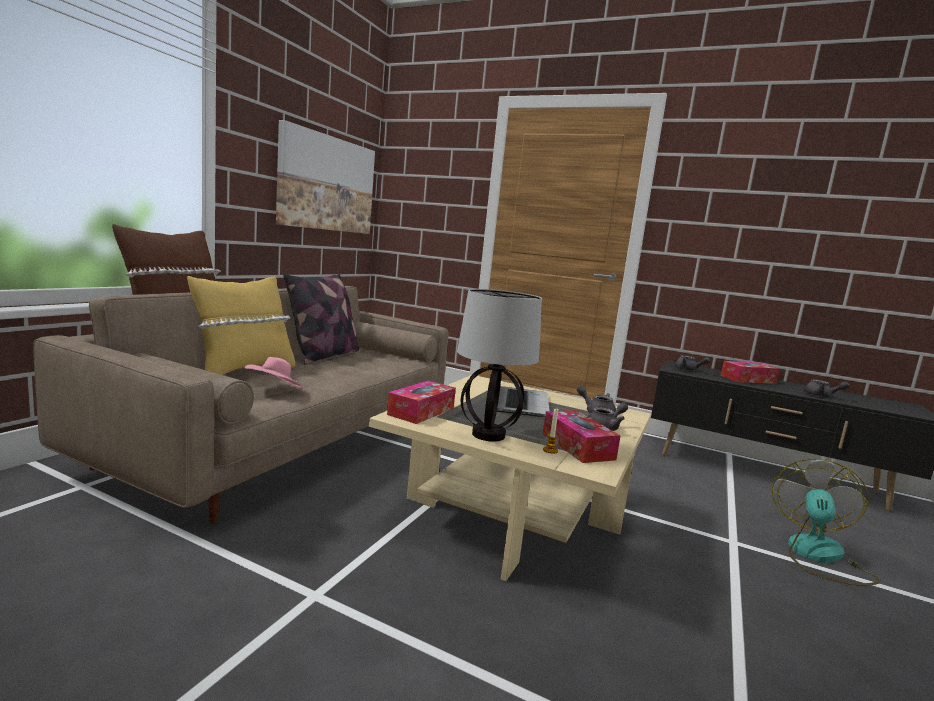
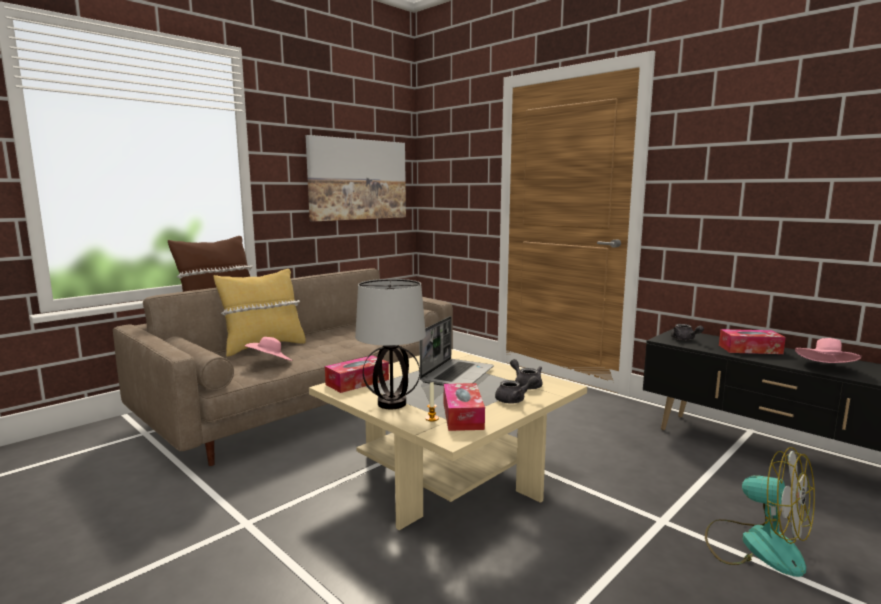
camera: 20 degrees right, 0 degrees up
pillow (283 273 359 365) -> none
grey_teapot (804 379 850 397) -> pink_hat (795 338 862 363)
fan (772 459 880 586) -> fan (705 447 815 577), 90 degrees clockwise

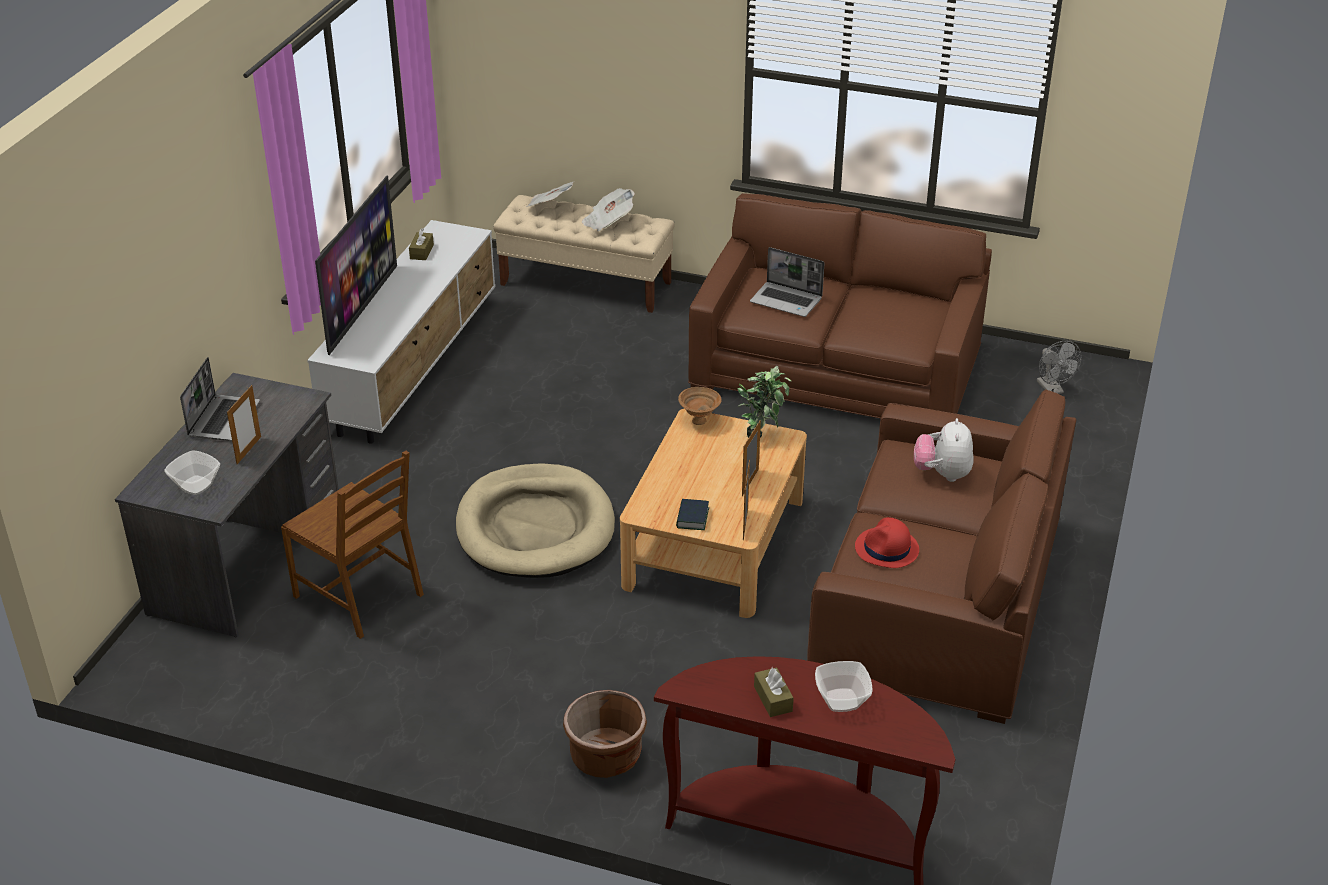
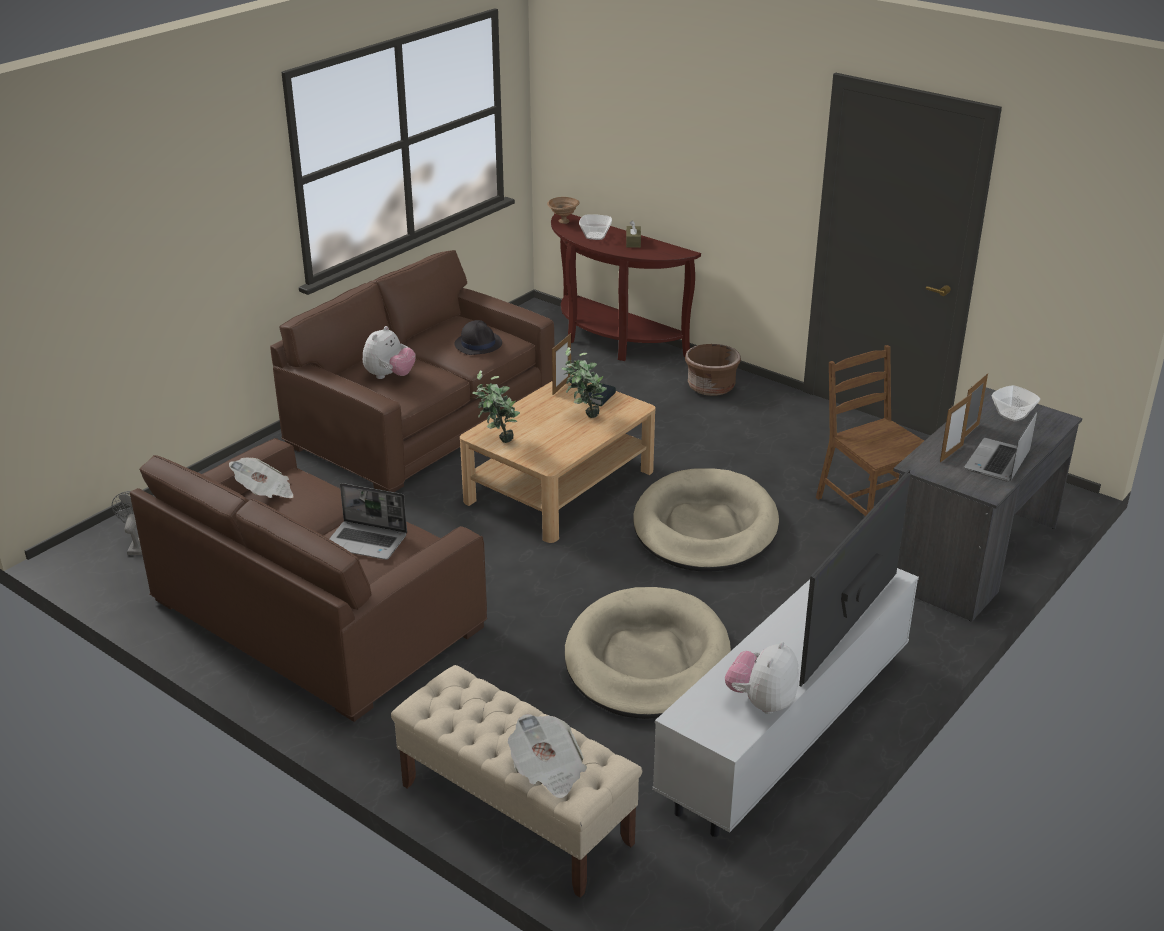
camera: 160 degrees left, 5 degrees down
newspaper (582 188 635 231) -> newspaper (229 458 294 498), relocated
brown_tissue_box (409 228 434 260) -> plush_toy (725 641 798 714)
laptop (750 247 825 317) -> laptop (329 483 407 560), 150 degrees clockwise
brown_bowl (678 387 721 425) -> brown_bowl (547 197 580 224), relocated
picture_frame (742 420 761 496) -> picture_frame (940 393 972 463), relocated
red_hat (855 517 919 568) -> black_hat (454 320 502 355)
none -> potted_plant (561 347 607 418)
none -> beige_dog_bed (565 587 731 719)

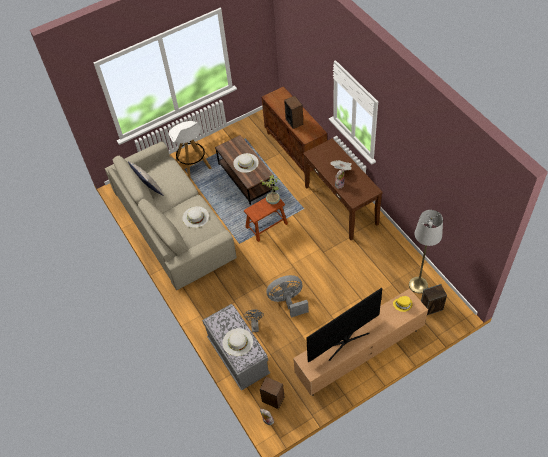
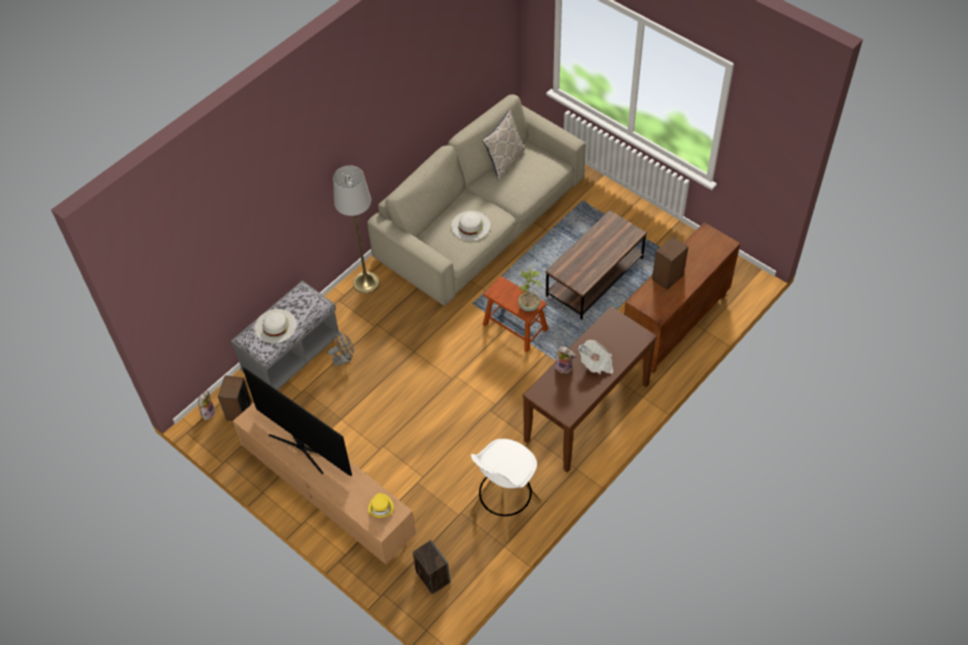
camera: 70 degrees right, 0 degrees up
white_stool (169 121 212 179) -> white_stool (470 439 541 541), relocated
white_hat (233 153 259 173) -> none
grey_floor_lamp (409 210 443 293) -> grey_floor_lamp (333 166 380 293), relocated
grey_fan (266 275 309 318) -> none

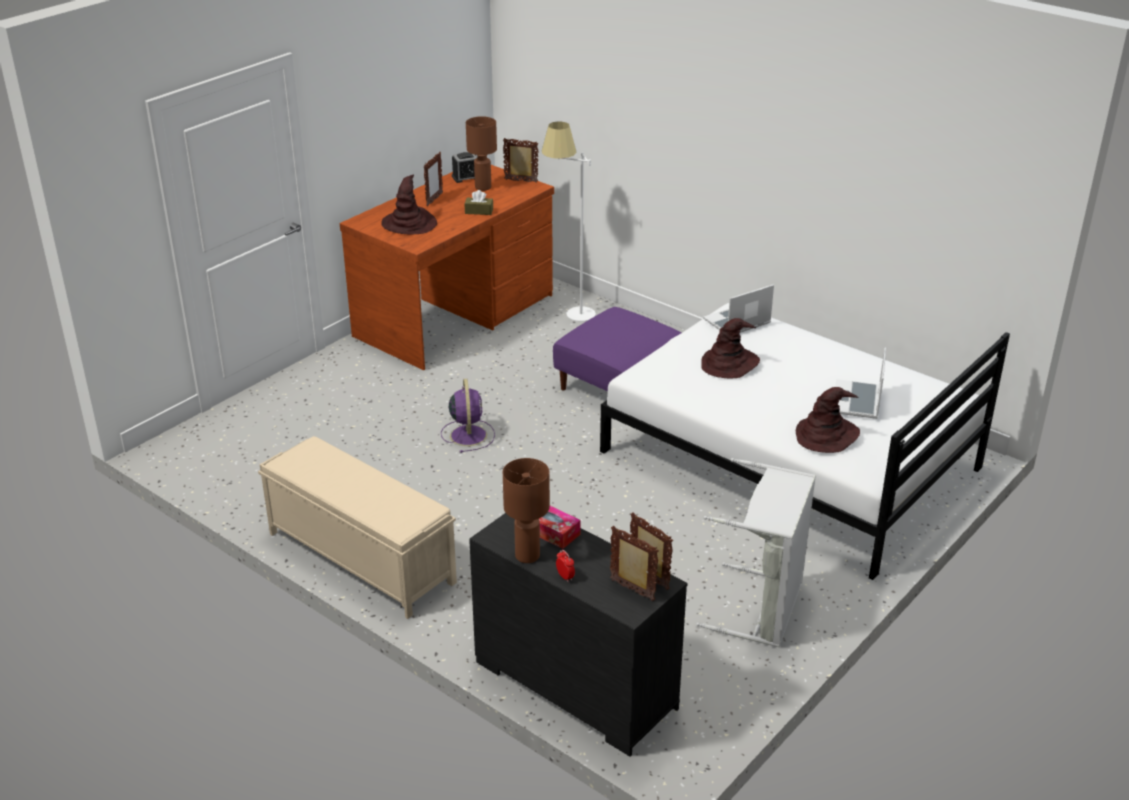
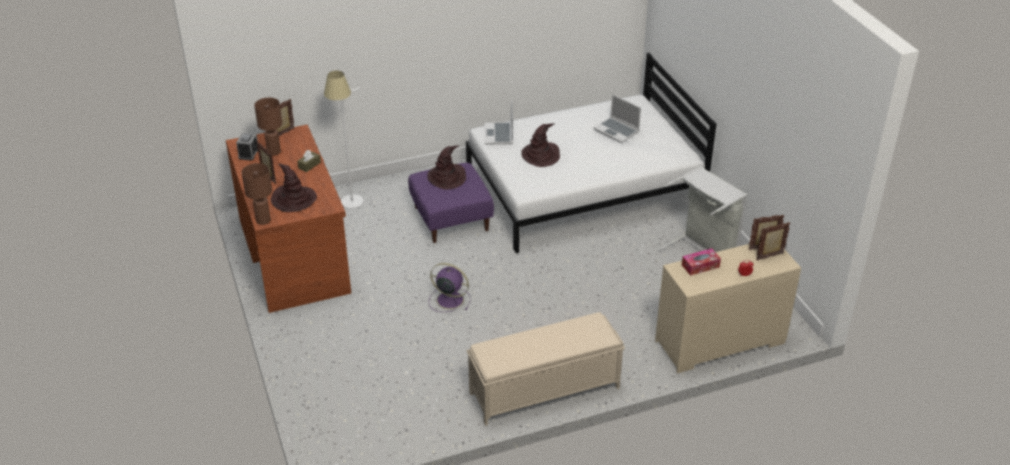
camera: 60 degrees left, 5 degrees up
brown_hat (796 387 860 453) -> brown_hat (428 145 466 190), relocated
brown_table_lamp (503 458 550 563) -> brown_table_lamp (242 163 272 225), relocated
black_dresser (469 513 688 757) -> beige_dresser (655 244 801 373)

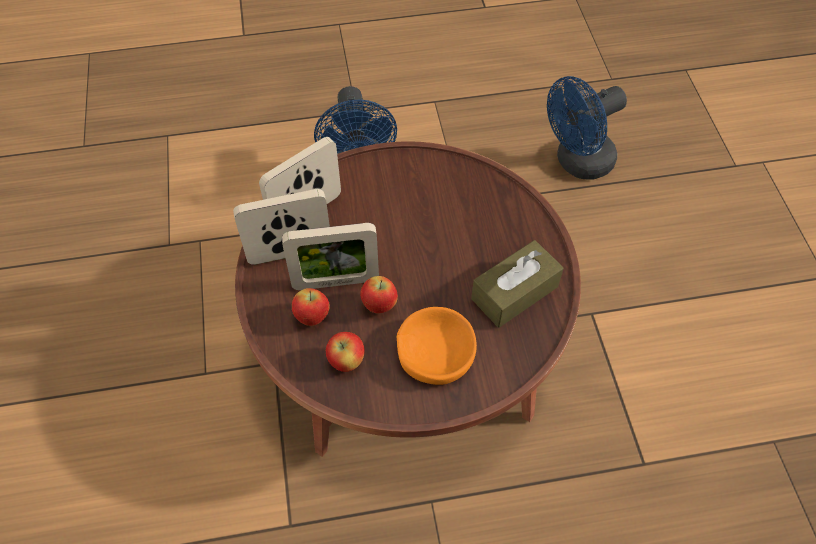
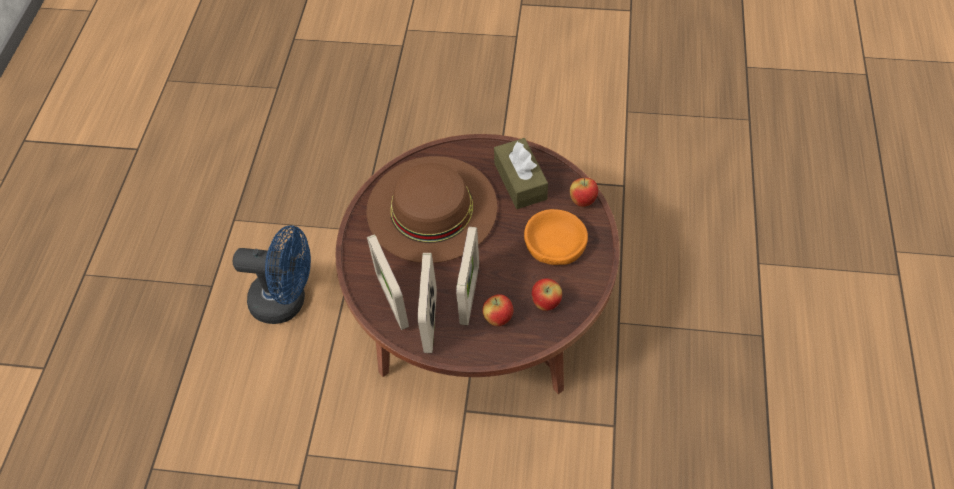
camera: 70 degrees left, 0 degrees up
blue_fan (547 76 627 179) -> none
apple (360 276 398 313) -> apple (570 178 598 207), relocated
none -> brown_hat (366 156 497 263)

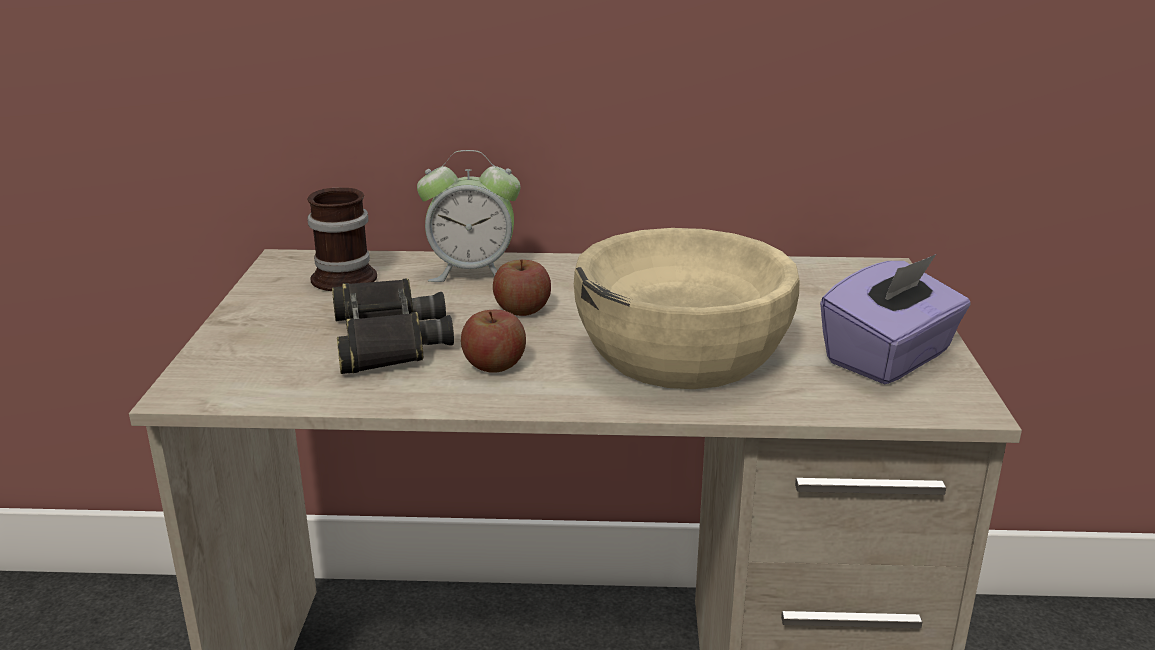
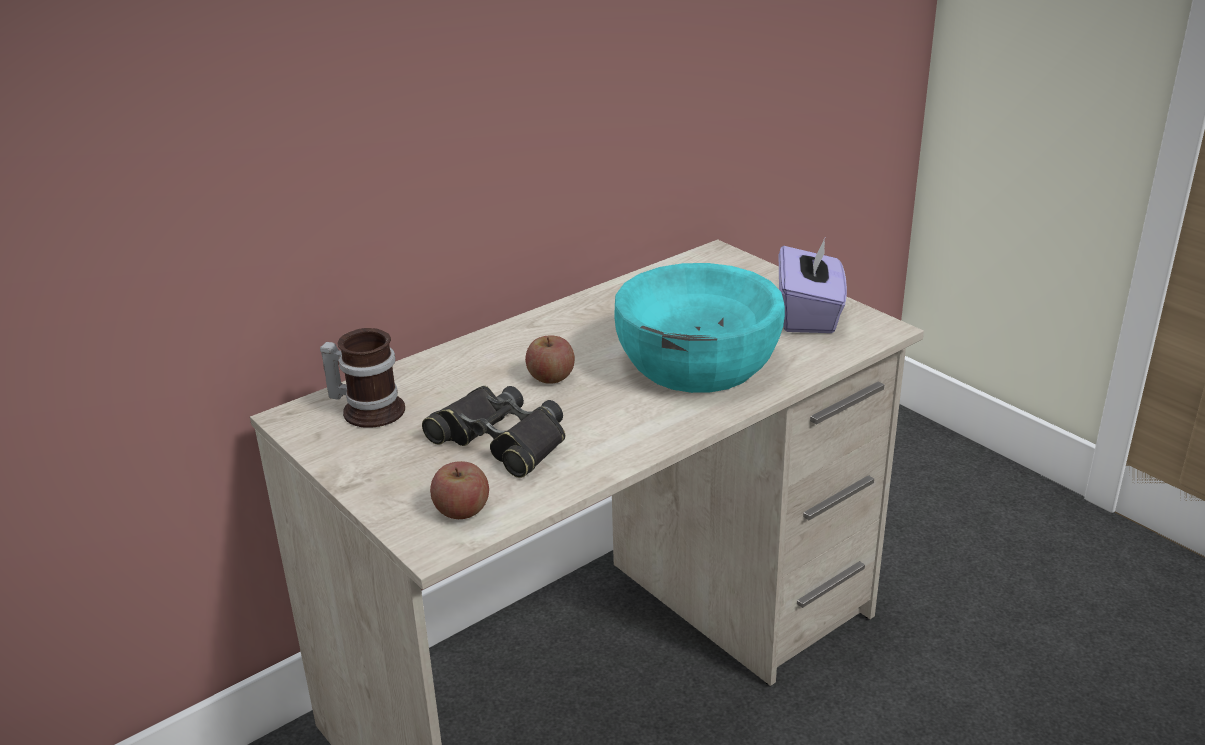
camera: 40 degrees left, 5 degrees up
alarm_clock (417 150 520 282) -> none
beige_bowl (574 228 799 389) -> turquoise_bowl (614 263 785 393)
apple (461 310 526 373) -> apple (430 461 489 519), relocated

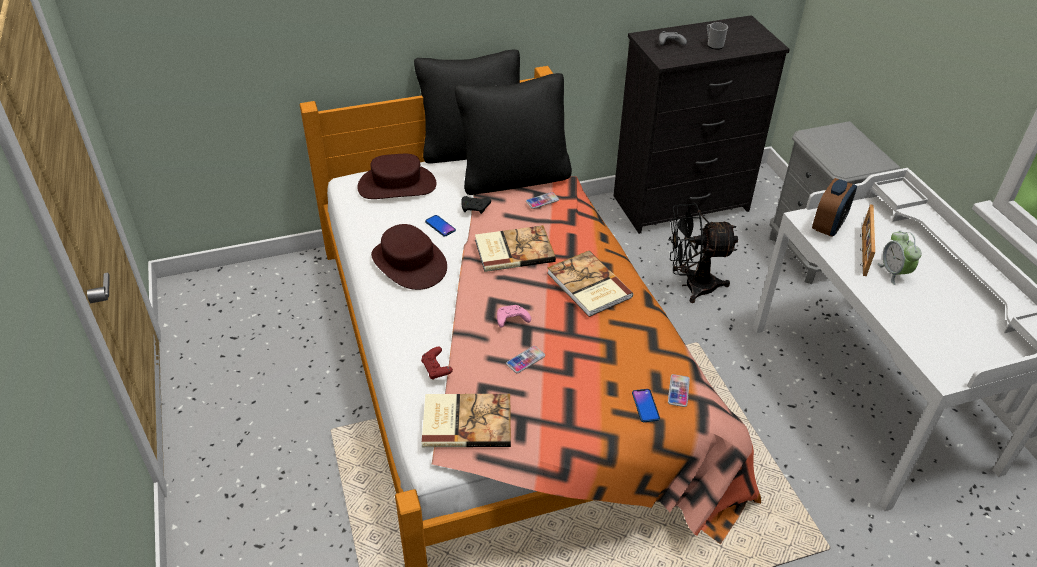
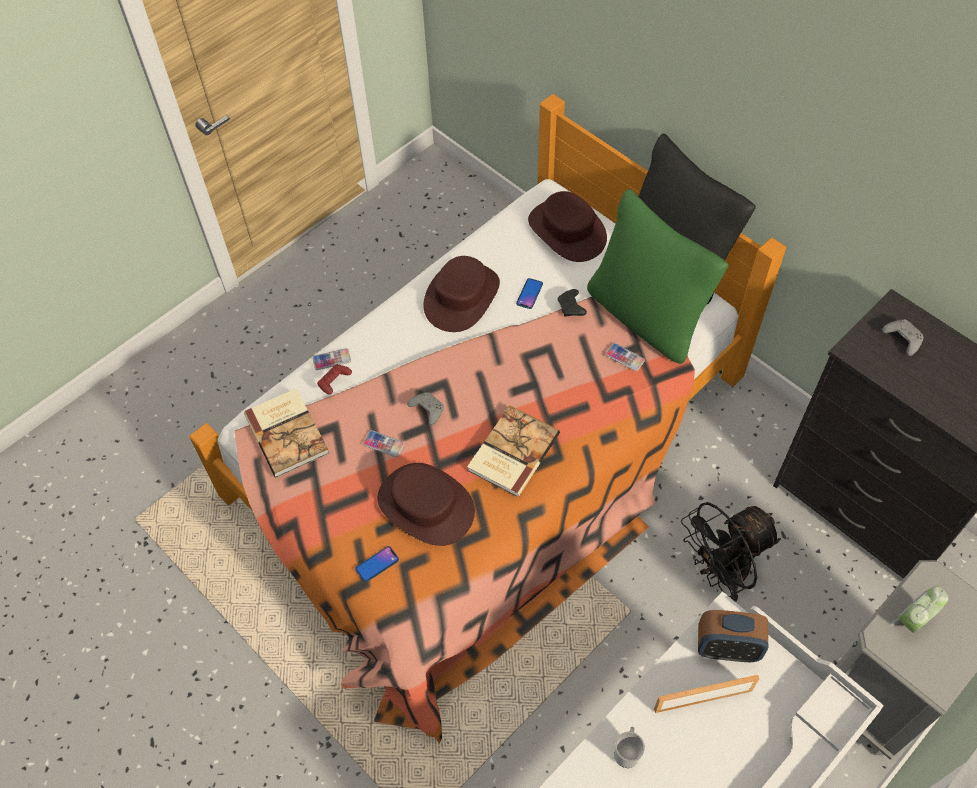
camera: 65 degrees right, 15 degrees up
mug (707 22 728 50) -> mug (614 727 645 768), relocated
black_pillow (455 73 572 195) -> green_pillow (587 189 729 364)
black_fan (669 202 738 303) -> black_fan (681 502 781 602), 90 degrees counterclockwise
book (475 225 556 272) -> none
alarm_clock (878 230 922 285) -> alarm_clock (891 586 948 633), relocated
pink_game_controller (497 305 531 328) -> grey_game_controller (407 392 444 426)
phone (668 374 690 407) -> phone (312 348 351 370), relocated
none -> brown_hat (377 463 475 546)

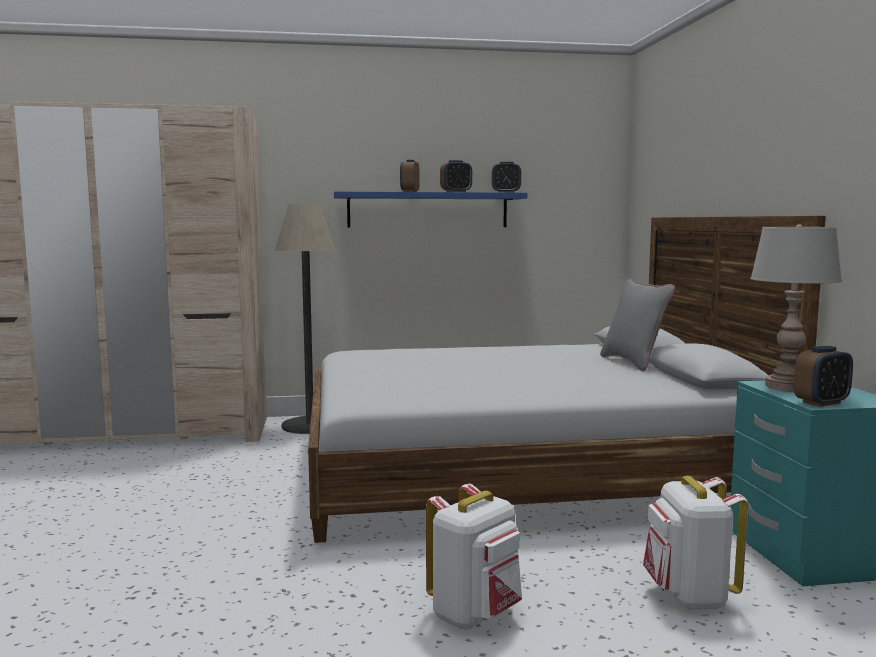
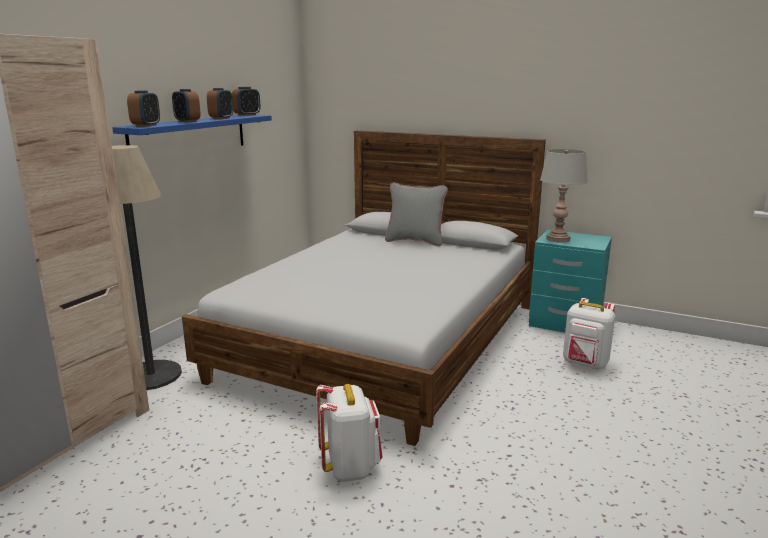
camera: 55 degrees left, 10 degrees up
alarm_clock (794 346 853 407) -> alarm_clock (127 90 160 127), relocated
white_backpack (426 483 522 630) -> white_backpack (316 384 383 482), relocated

